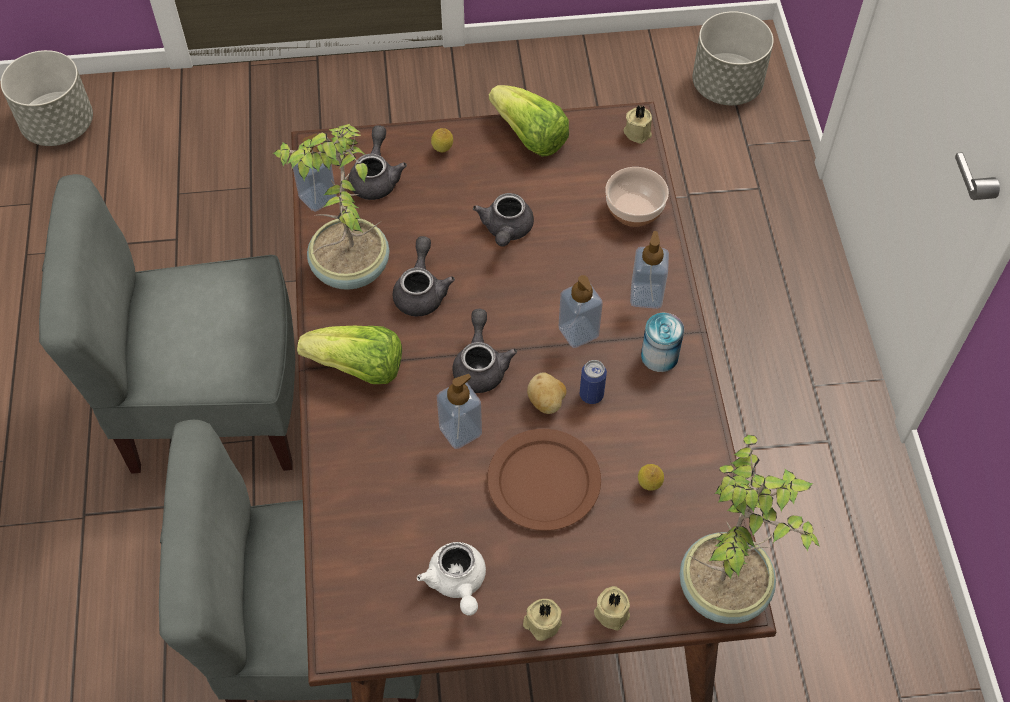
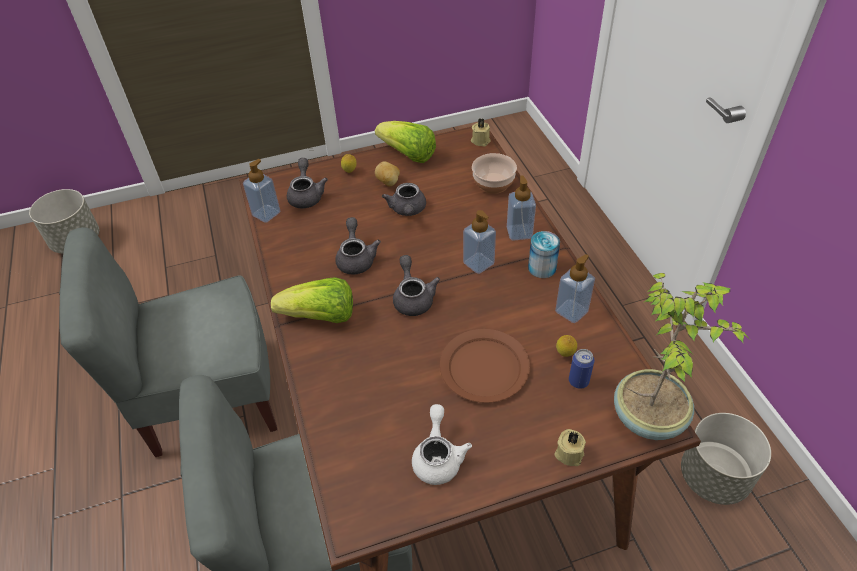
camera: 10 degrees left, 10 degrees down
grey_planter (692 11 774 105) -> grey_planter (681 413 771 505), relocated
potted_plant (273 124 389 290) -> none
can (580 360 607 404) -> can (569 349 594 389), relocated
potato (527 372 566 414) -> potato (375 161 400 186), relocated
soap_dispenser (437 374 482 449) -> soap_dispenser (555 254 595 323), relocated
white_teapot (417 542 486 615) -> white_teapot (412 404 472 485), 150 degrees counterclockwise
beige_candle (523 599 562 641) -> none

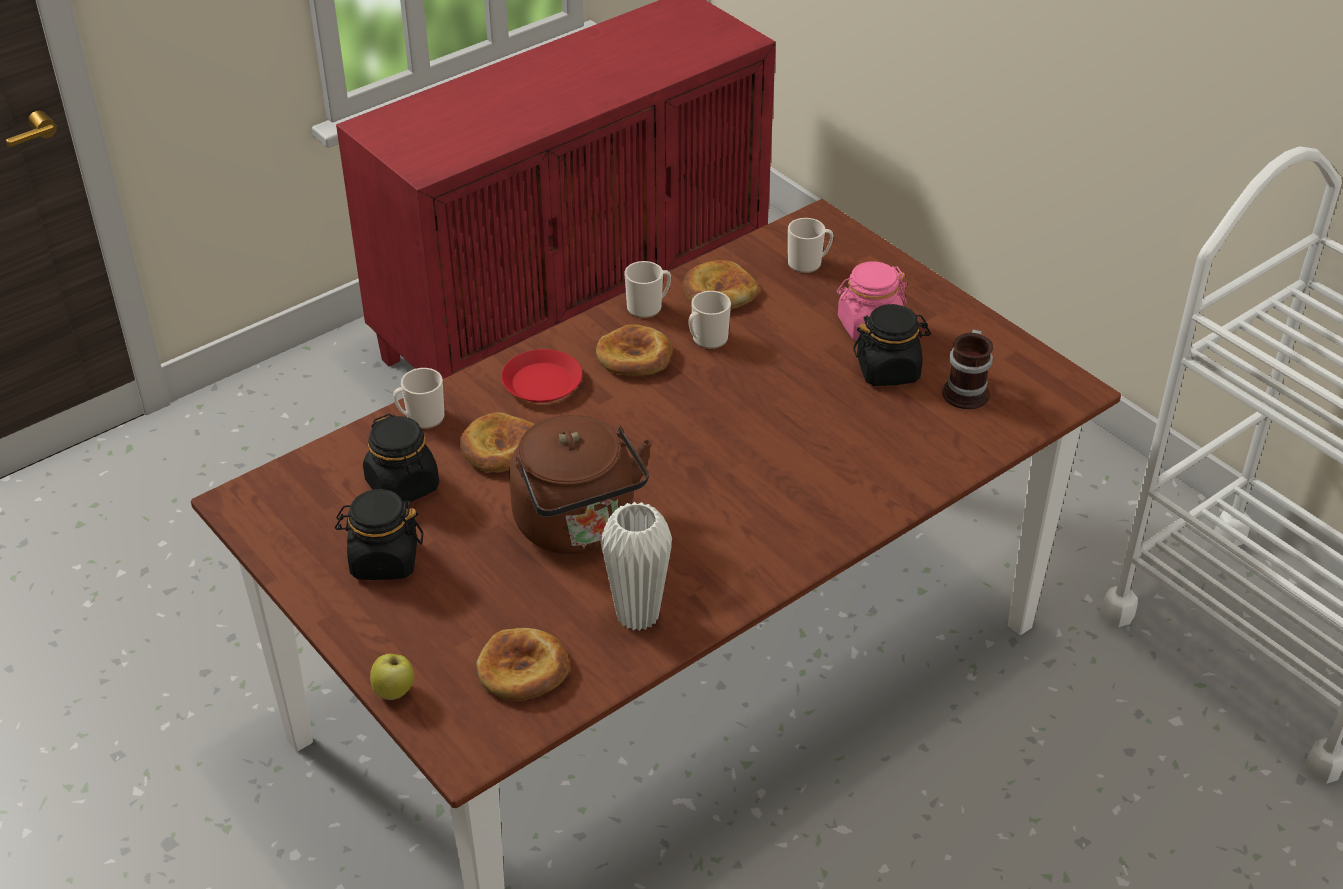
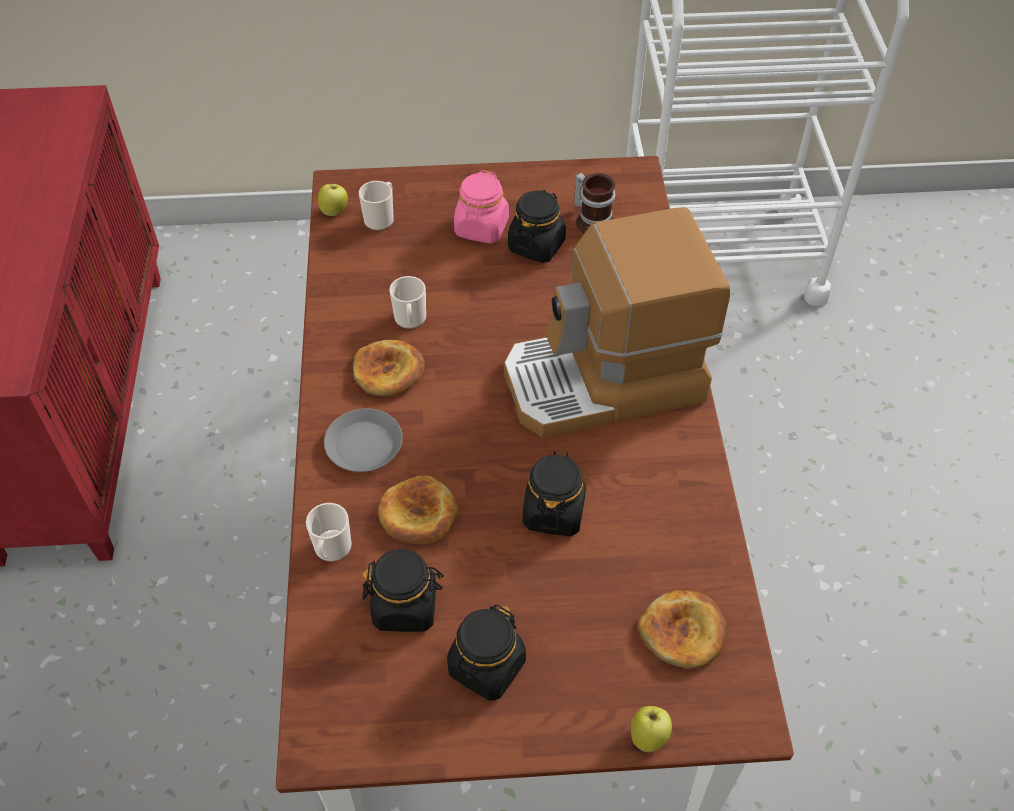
camera: 55 degrees left, 10 degrees up
bread (682 260 759 309) -> none
mug (624 261 671 318) -> none
red_plate (501 349 582 403) -> grey_plate (324 408 403 472)
brown_kettle (509 415 652 554) -> black_jar (523 451 586 536)
white_vase (601 502 672 631) -> none
none -> apple (318 184 348 216)
none -> coffee_machine (504 207 730 438)

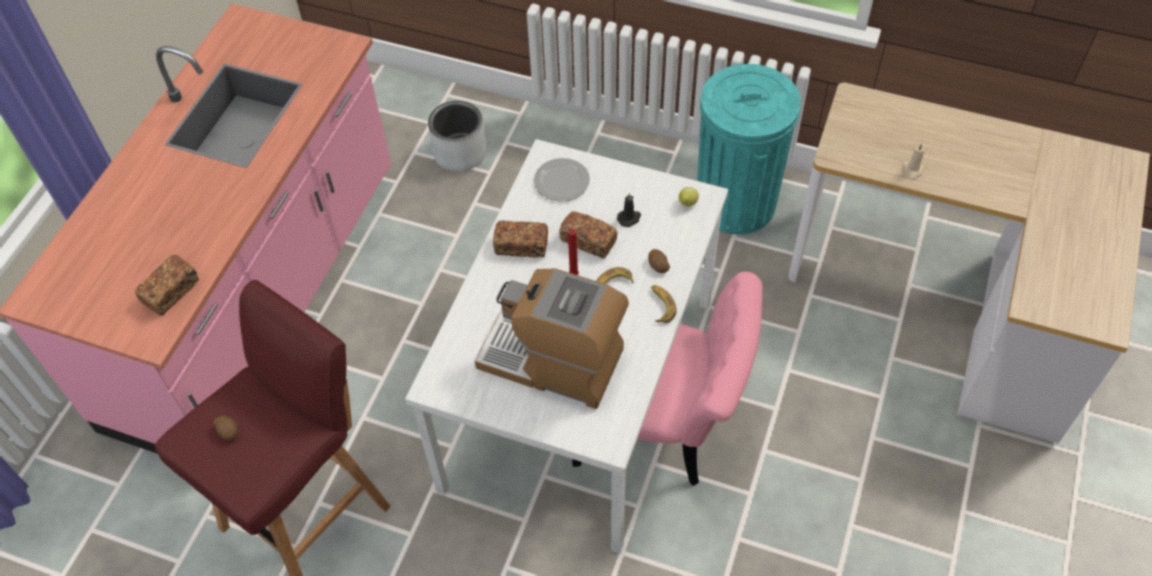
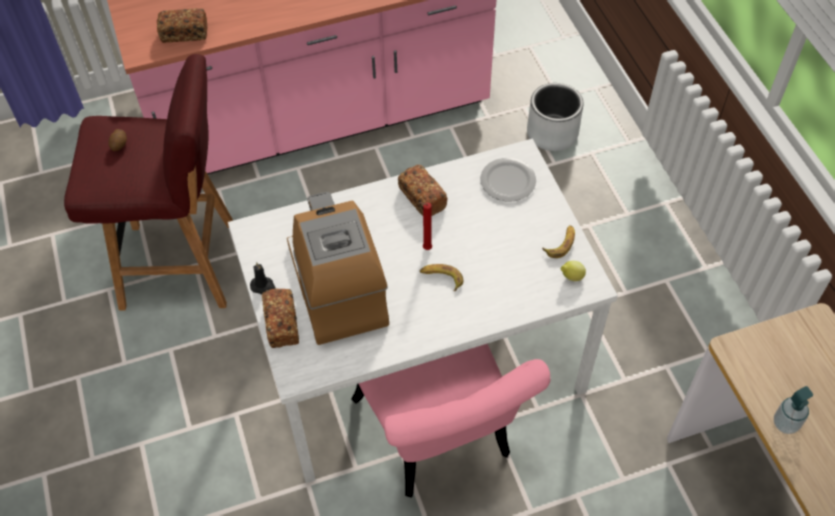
camera: 50 degrees right, 0 degrees up
turquoise_trash_can (697 64 801 235) -> none
beige_candle (903 144 924 180) -> soap_dispenser (774 386 813 434)
black_candle (617 193 641 227) -> black_candle (250 262 276 295), relocated
bread (559 211 617 259) -> bread (262 288 299 348), relocated
potato (648 249 670 273) -> none
banana (651 285 677 323) -> banana (542 226 575 258), relocated

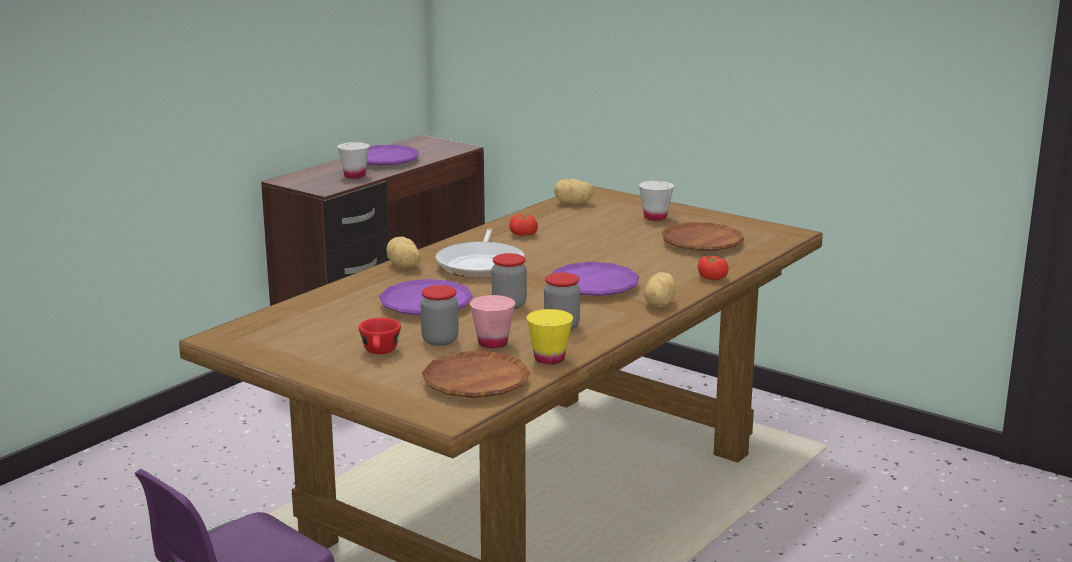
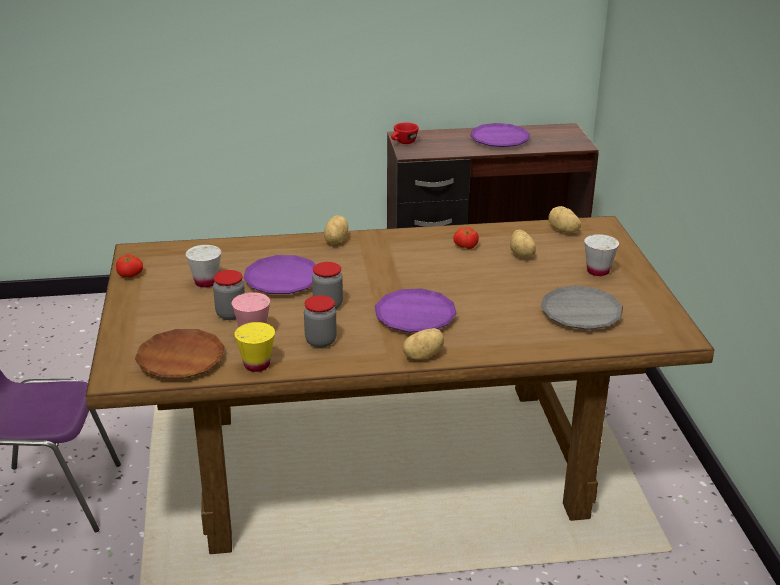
camera: 45 degrees right, 10 degrees up
white_cup (337 142 370 179) -> white_cup (186 245 221 288), relocated
brown_plate (662 222 744 251) -> grey_plate (541 286 623 330)
frying_pan (436 229 524 278) -> none
tomato (698 256 729 281) -> tomato (116 254 143 278), relocated
red_cup (358 318 401 354) -> red_cup (391 123 419 144), relocated
none -> potato (510 229 536 258)

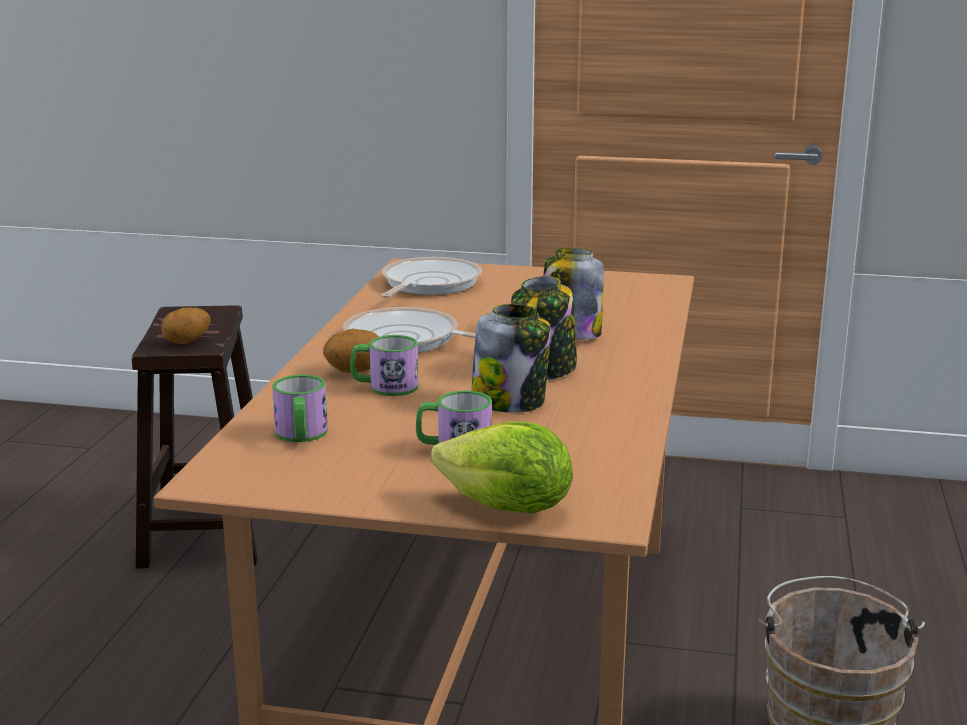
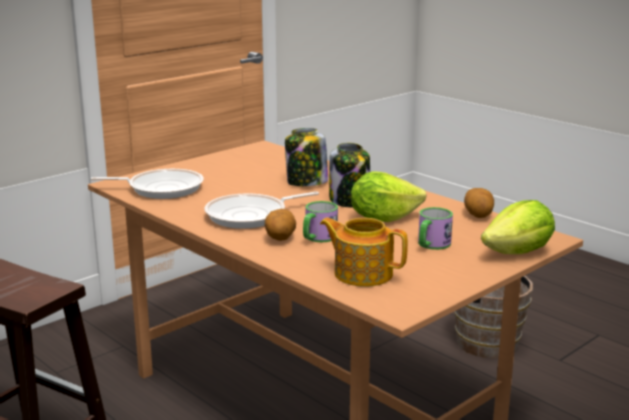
camera: 55 degrees left, 0 degrees up
frying_pan (381 257 482 298) -> frying_pan (90 169 204 199), 120 degrees clockwise
jar (471 304 551 413) -> lettuce (351 171 426 222)
potato (161 308 211 344) -> potato (464 188 494 218), relocated
mug (272 375 328 442) -> teapot (320 218 408 287)

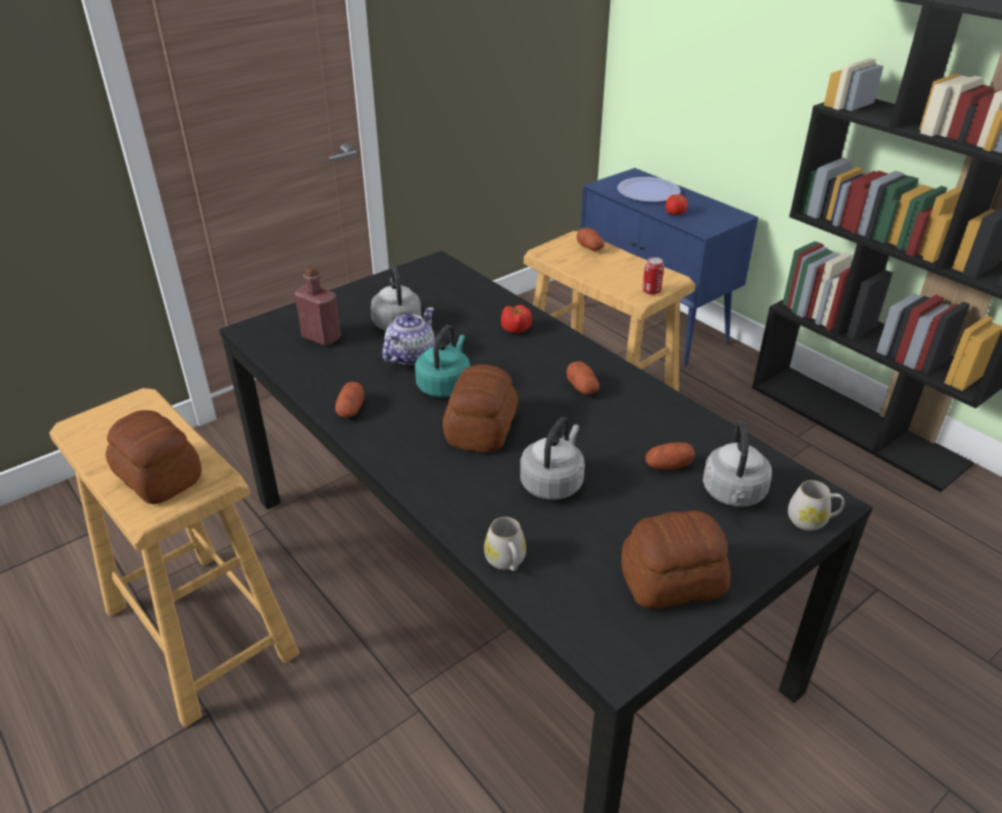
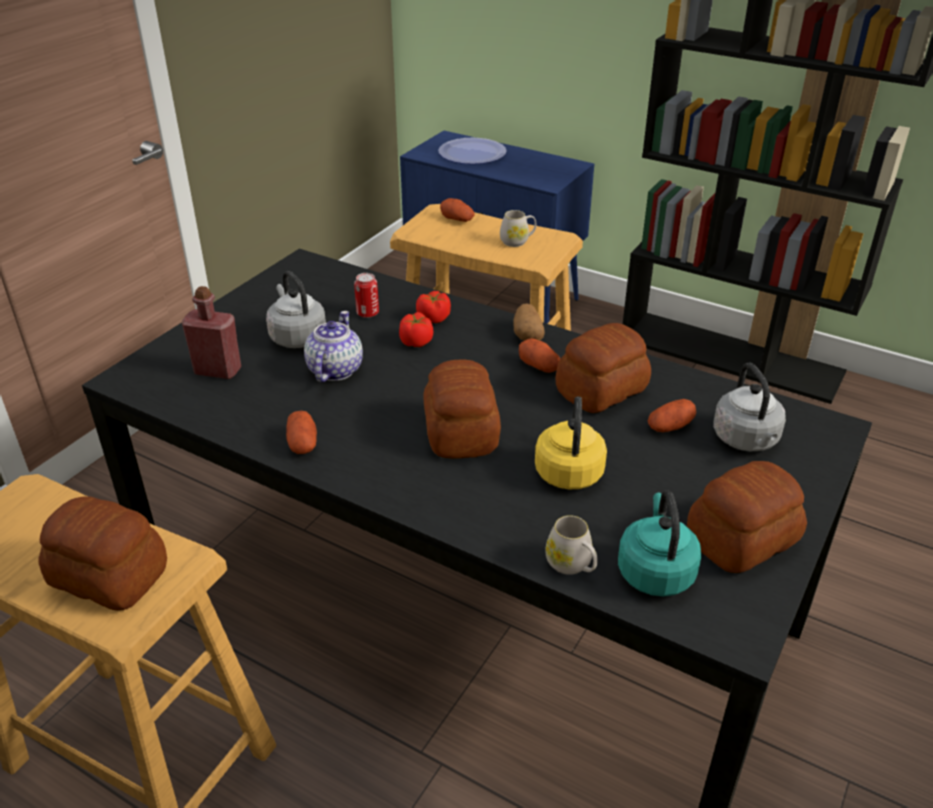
camera: 20 degrees left, 0 degrees up
tomato (665 194 687 216) -> tomato (399 312 433 347), relocated
can (642 257 664 295) -> can (354 273 379 318), relocated
turquoise_kettle (415 325 470 398) -> turquoise_kettle (618 490 701 597), relocated
grey_kettle (520 417 585 500) -> yellow_kettle (535 396 607 489)
white_mug (788 480 845 531) -> white_mug (500 210 537 247), relocated
none -> potato (513 303 545 341)
none -> bread (556 323 651 413)

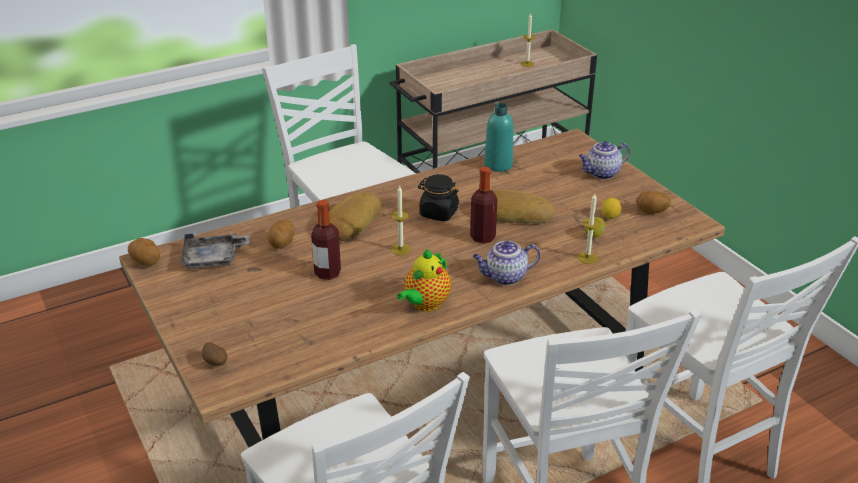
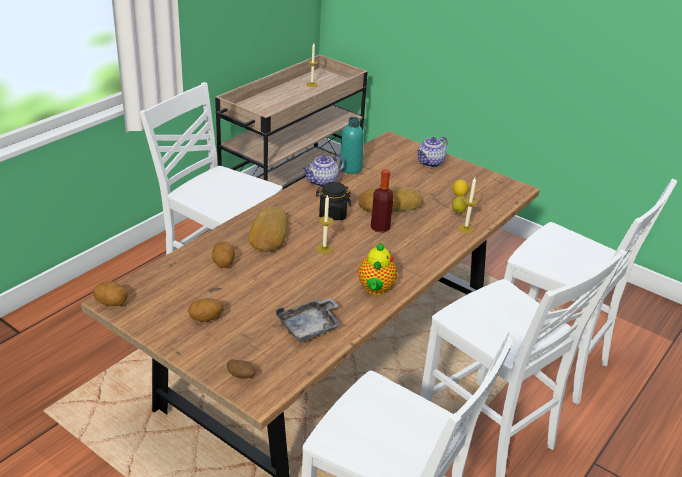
camera: 25 degrees left, 0 degrees up
potato (636 191 671 214) -> potato (188 298 224 322), relocated
bottle (311 200 341 280) -> none
grey_tray (181 233 250 269) -> grey_tray (276 298 342 343), relocated
teapot (473 241 540 285) -> teapot (303 155 344 187), relocated

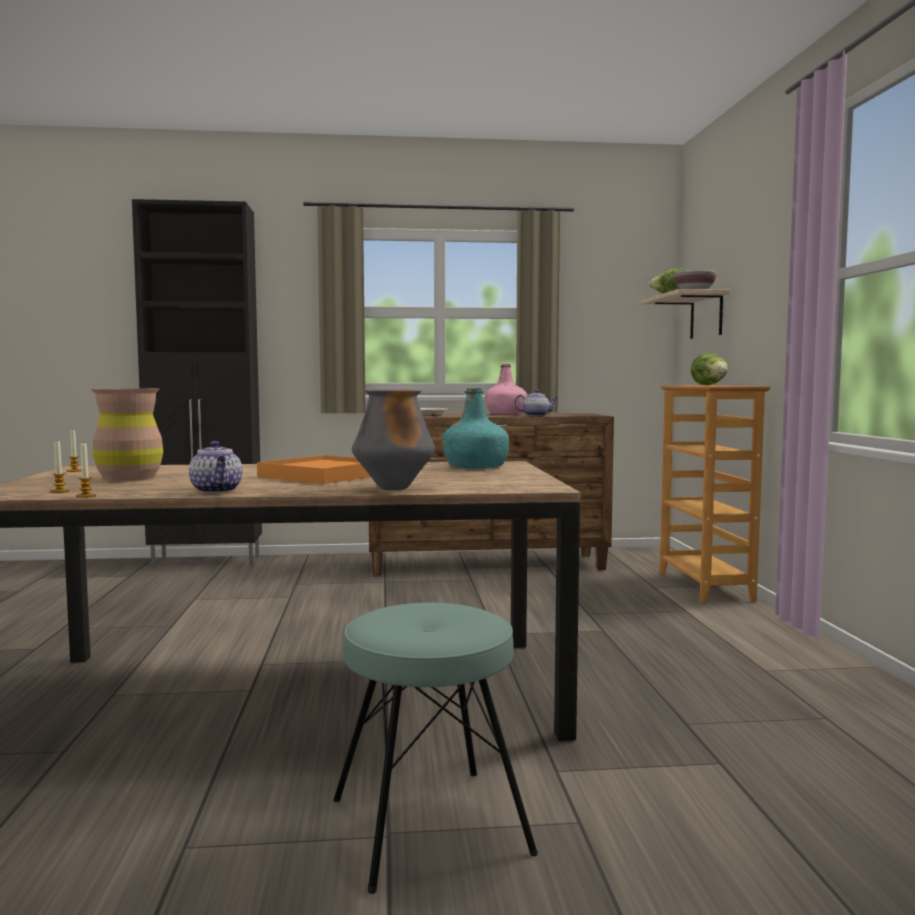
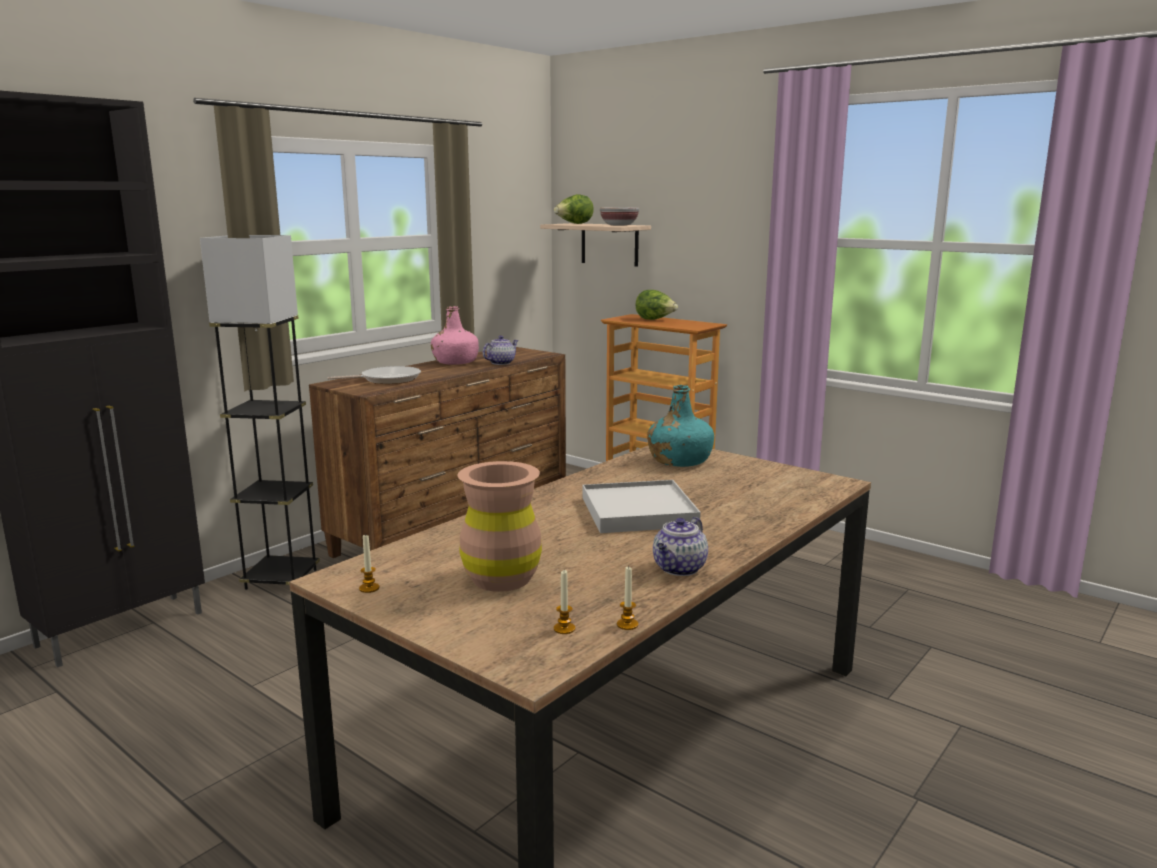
camera: 45 degrees left, 10 degrees up
vase (352 389 435 490) -> none
teapot (189 441 243 493) -> teapot (653 517 708 576), 105 degrees clockwise
orange_tray (257 455 371 484) -> white_tray (583 480 701 533)
turquoise_stool (333 603 538 894) -> none
none -> grey_floor_lamp (200 235 320 590)

